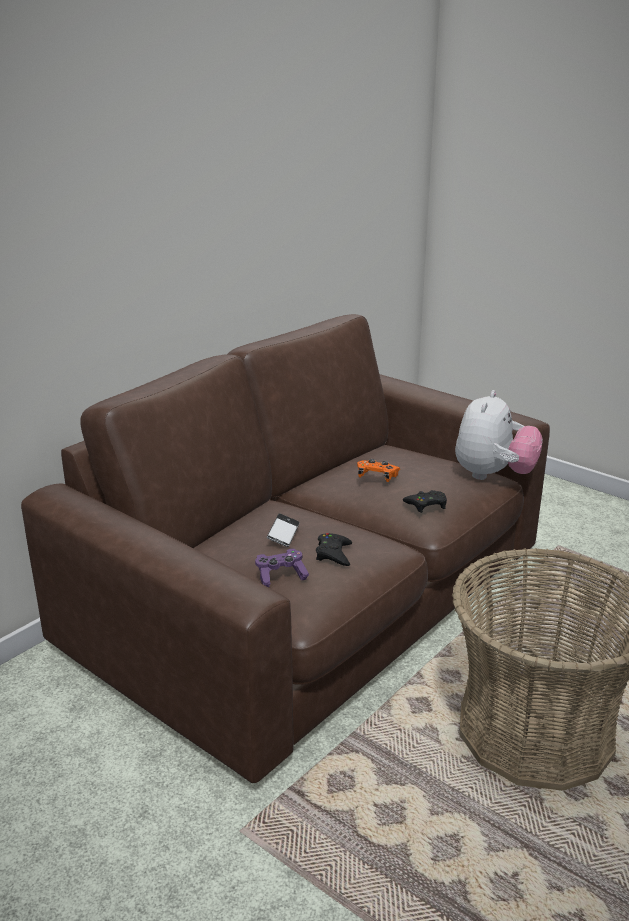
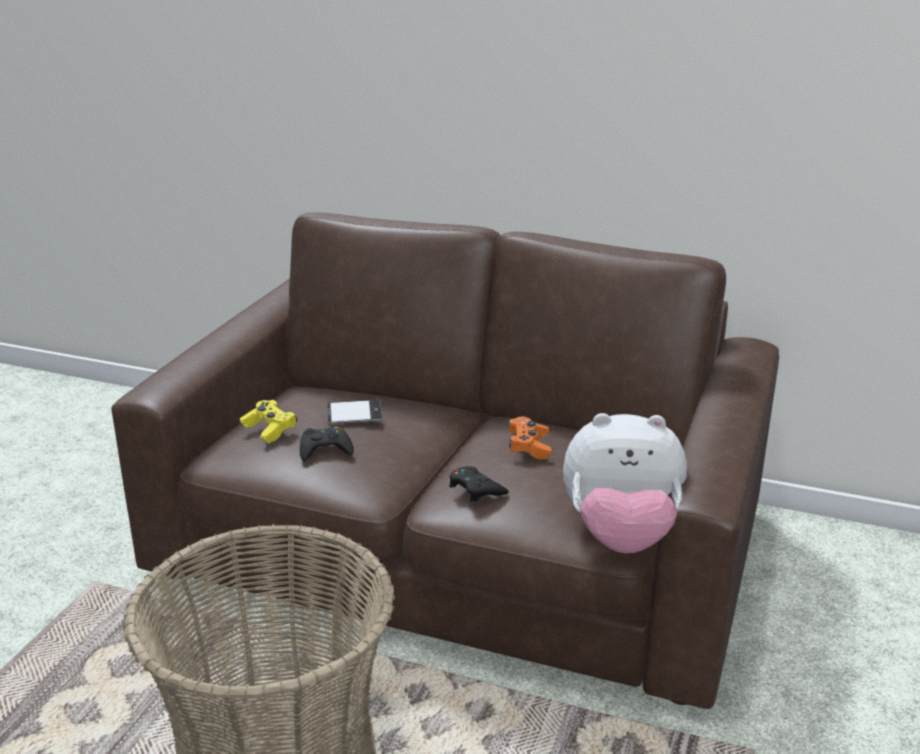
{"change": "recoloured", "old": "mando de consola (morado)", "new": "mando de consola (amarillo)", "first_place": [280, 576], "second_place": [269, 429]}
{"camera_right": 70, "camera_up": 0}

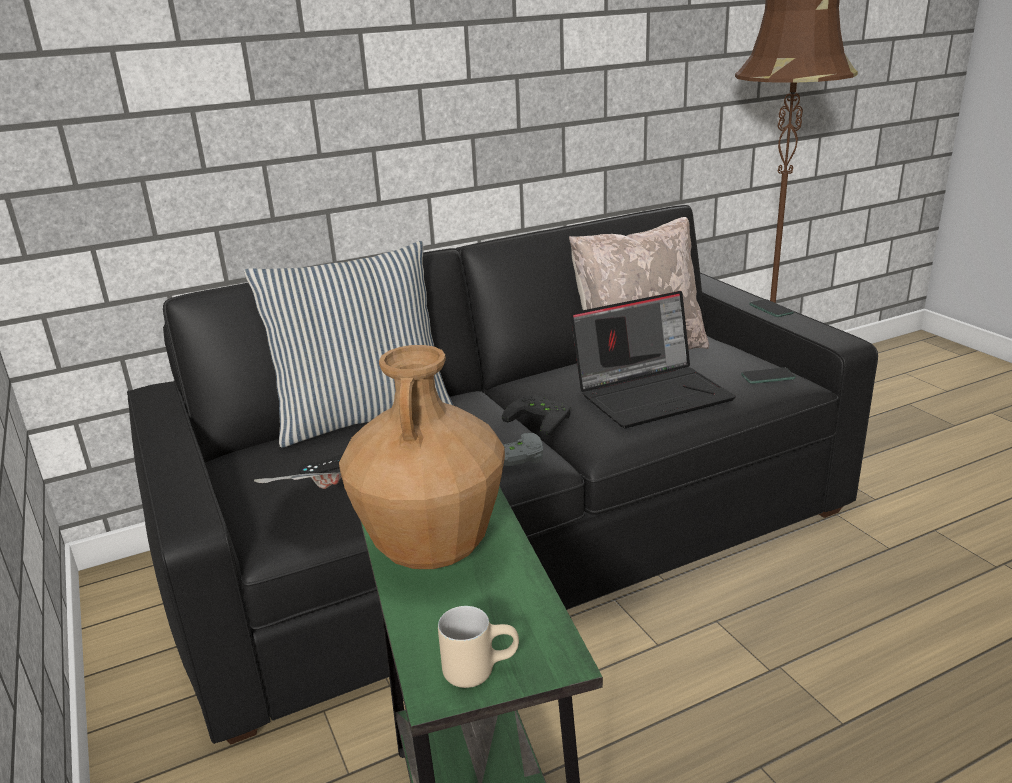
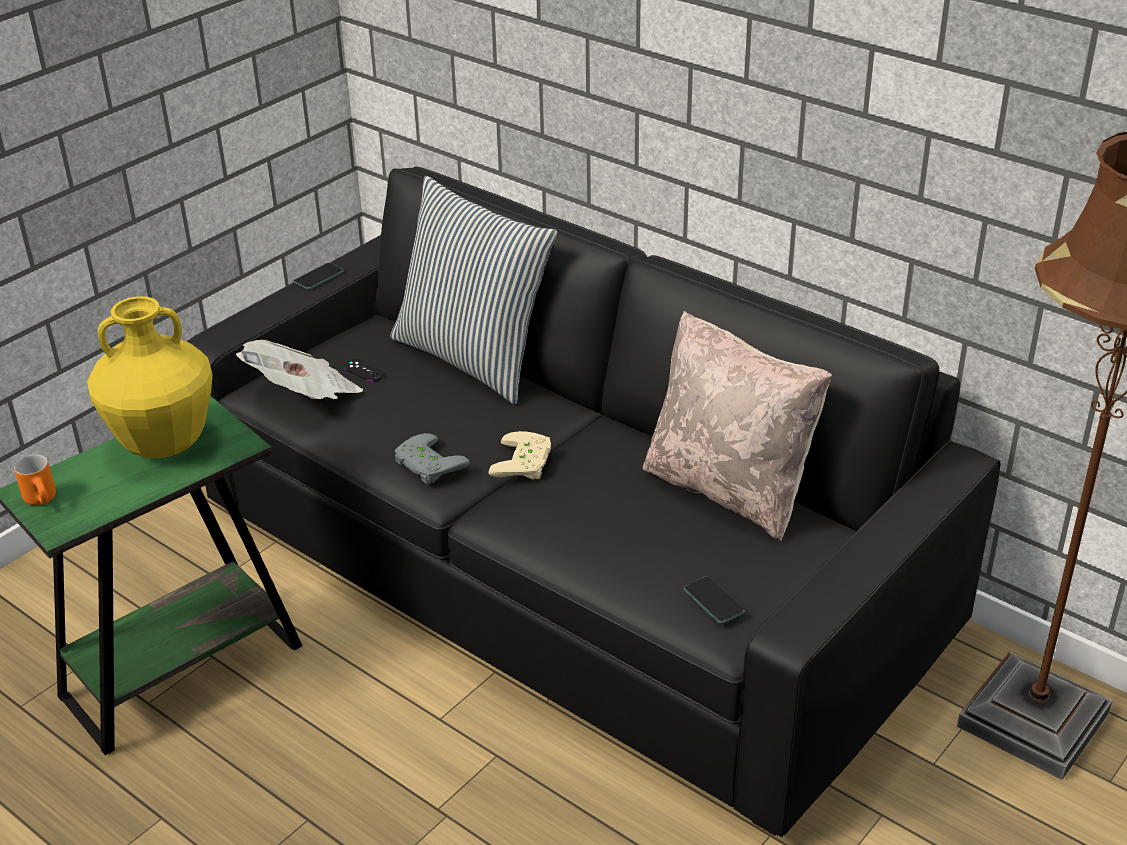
{"change": "recoloured", "old": "taza grande (beis)", "new": "taza grande (naranja)", "first_place": [479, 668], "second_place": [44, 500]}
{"change": "recoloured", "old": "florero (marrón)", "new": "florero (amarillo)", "first_place": [432, 550], "second_place": [165, 444]}
{"change": "moved", "old": "móvil", "first_place": [771, 309], "second_place": [318, 277]}
{"change": "recoloured", "old": "mando de consola (negro)", "new": "mando de consola (beis)", "first_place": [541, 417], "second_place": [526, 462]}
{"change": "removed", "old": "portátil", "first_place": [652, 393]}
{"camera_right": 65, "camera_up": 10}

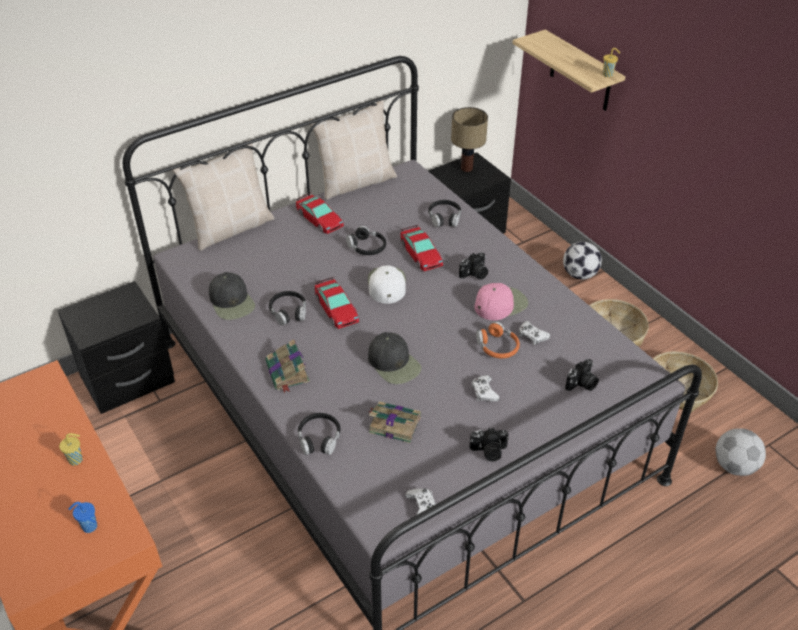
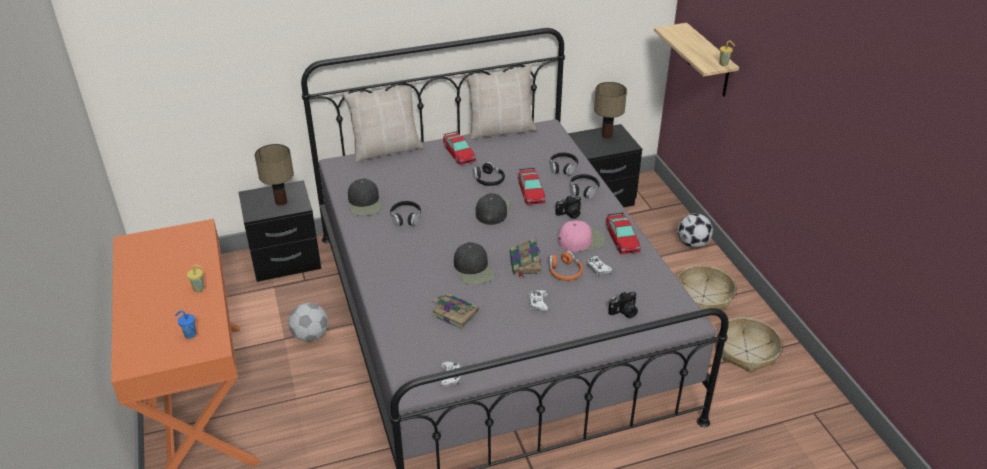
{"change": "added", "new": "lámpara de mesa", "second_place": [281, 201]}
{"change": "moved", "old": "balón de fútbol", "first_place": [735, 466], "second_place": [311, 336]}
{"change": "recoloured", "old": "gorra (blanco)", "new": "gorra (negro)", "first_place": [386, 285], "second_place": [492, 210]}
{"change": "moved", "old": "libro", "first_place": [288, 373], "second_place": [525, 264]}
{"change": "moved", "old": "auriculares (negro)", "first_place": [319, 438], "second_place": [583, 190]}
{"change": "moved", "old": "coche de juguete", "first_place": [336, 309], "second_place": [621, 239]}
{"change": "removed", "old": "cámara", "first_place": [489, 452]}
{"camera_right": 15, "camera_up": -5}

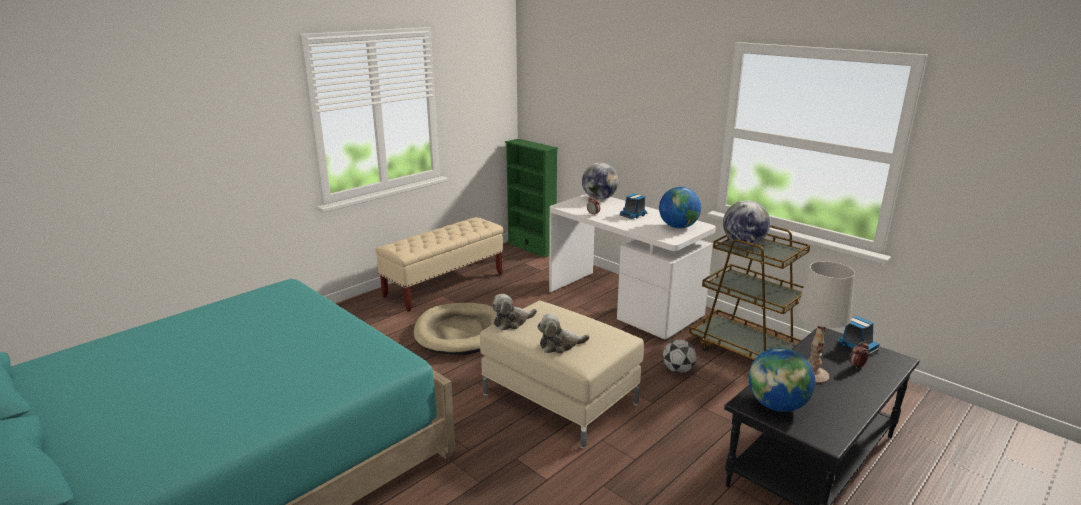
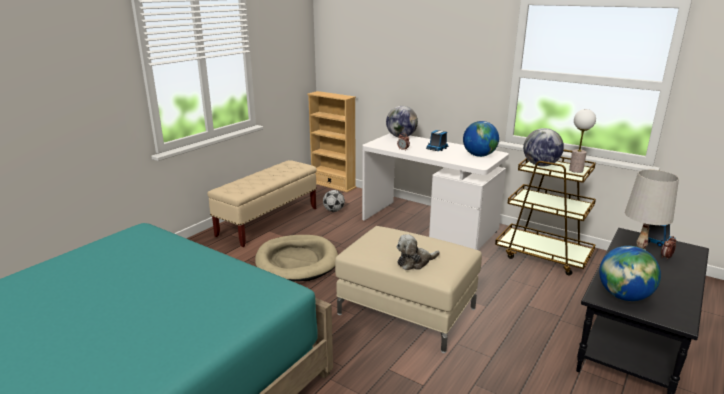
{"change": "recoloured", "old": "estantería (verde)", "new": "estantería (beis)", "first_place": [531, 247], "second_place": [333, 185]}
{"change": "moved", "old": "balón de fútbol", "first_place": [678, 370], "second_place": [334, 210]}
{"change": "added", "new": "lámpara de mesa", "second_place": [576, 170]}
{"change": "removed", "old": "peluche", "first_place": [512, 322]}
{"camera_right": -10, "camera_up": 0}

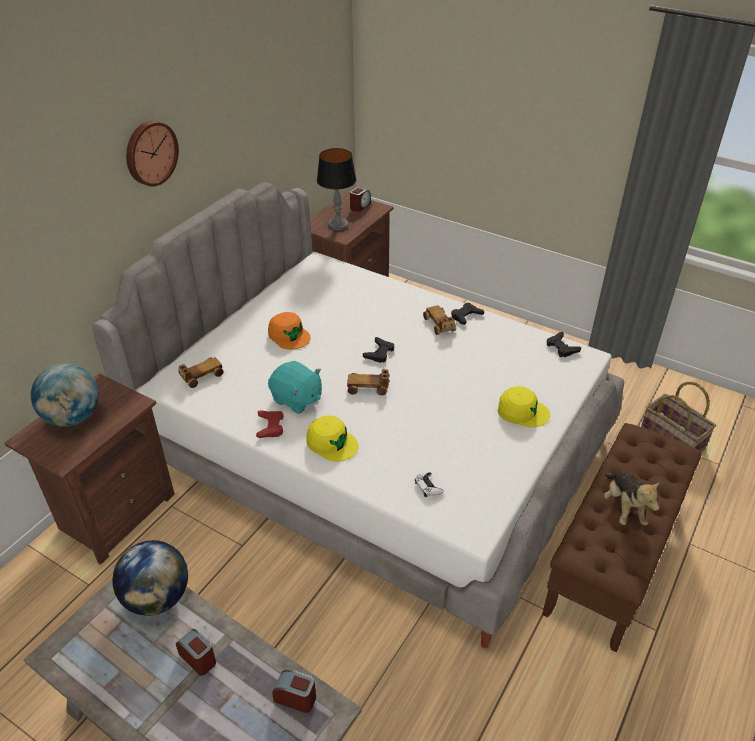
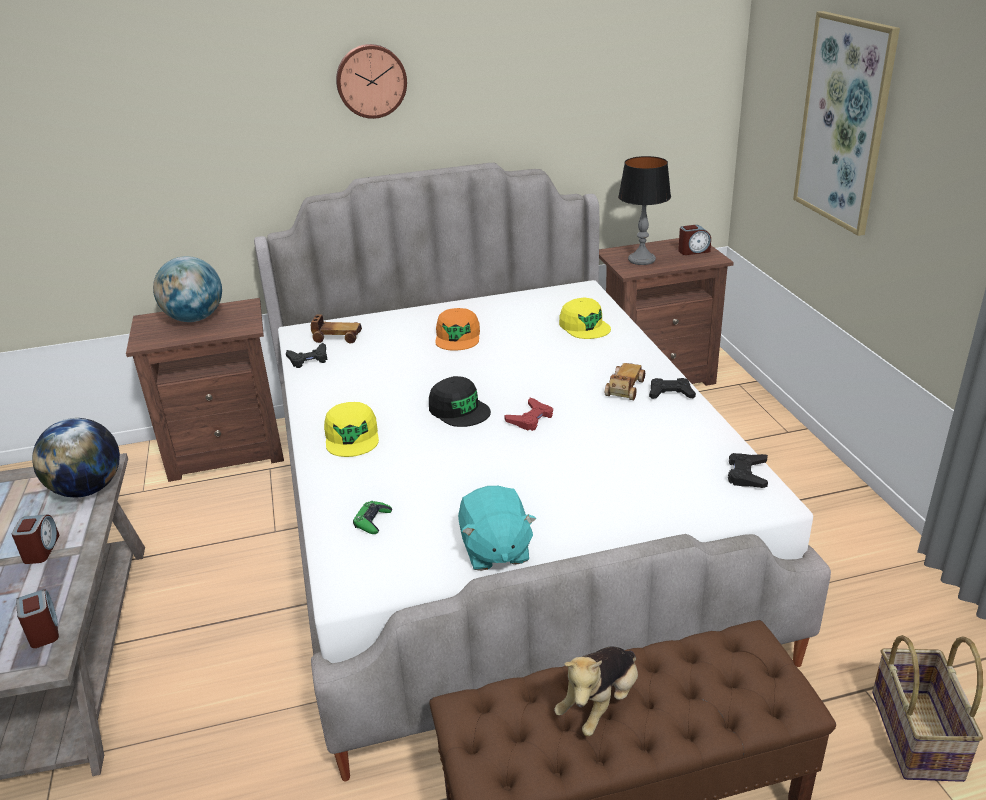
{"change": "moved", "old": "mando de consola (negro)", "first_place": [379, 353], "second_place": [308, 359]}
{"change": "recoloured", "old": "mando de consola (blanco)", "new": "mando de consola (verde)", "first_place": [428, 487], "second_place": [372, 521]}
{"change": "replaced", "old": "coche de juguete", "new": "gorra (negro)", "first_place": [368, 387], "second_place": [459, 409]}
{"change": "moved", "old": "peluche (turquesa)", "first_place": [296, 399], "second_place": [495, 550]}
{"change": "moved", "old": "mando de consola (rojo)", "first_place": [270, 426], "second_place": [530, 419]}
{"change": "moved", "old": "gorra (amarillo)", "first_place": [522, 411], "second_place": [584, 326]}
{"change": "added", "new": "cuadro", "second_place": [844, 122]}
{"camera_right": 45, "camera_up": -10}

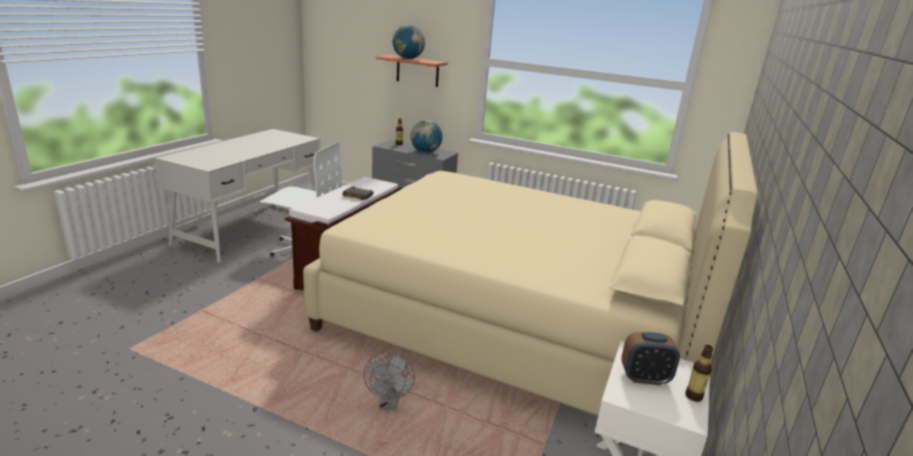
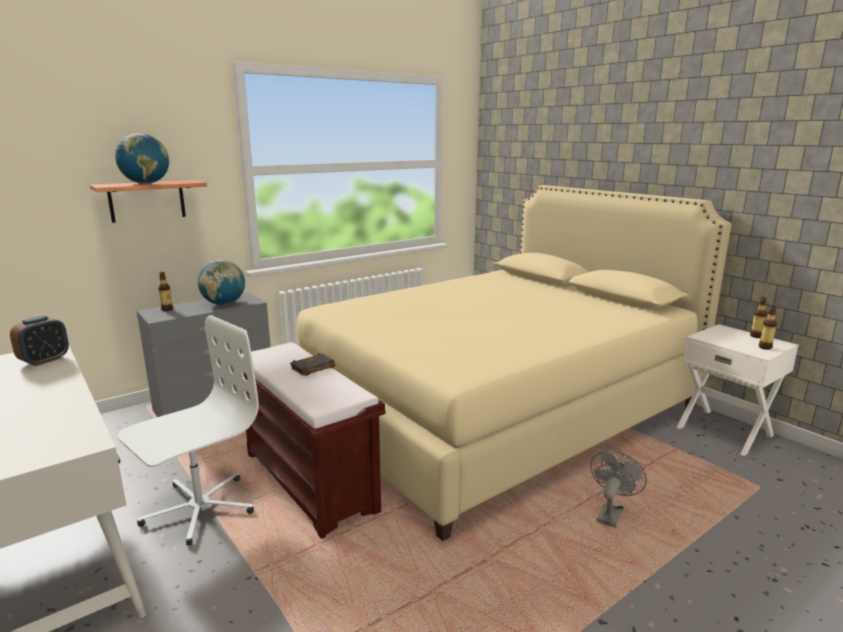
{"change": "moved", "old": "despertador", "first_place": [644, 378], "second_place": [44, 360]}
{"change": "turned", "old": "ventilador (gris)", "first_place": [389, 404], "second_place": [611, 513], "degrees": -90}
{"change": "added", "new": "botella", "second_place": [765, 347]}
{"camera_right": -60, "camera_up": -5}

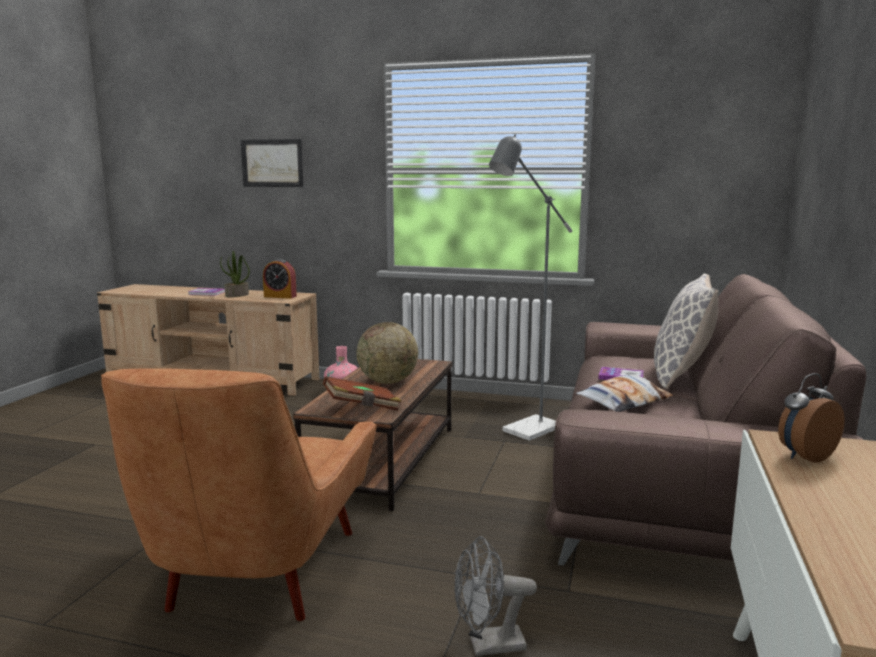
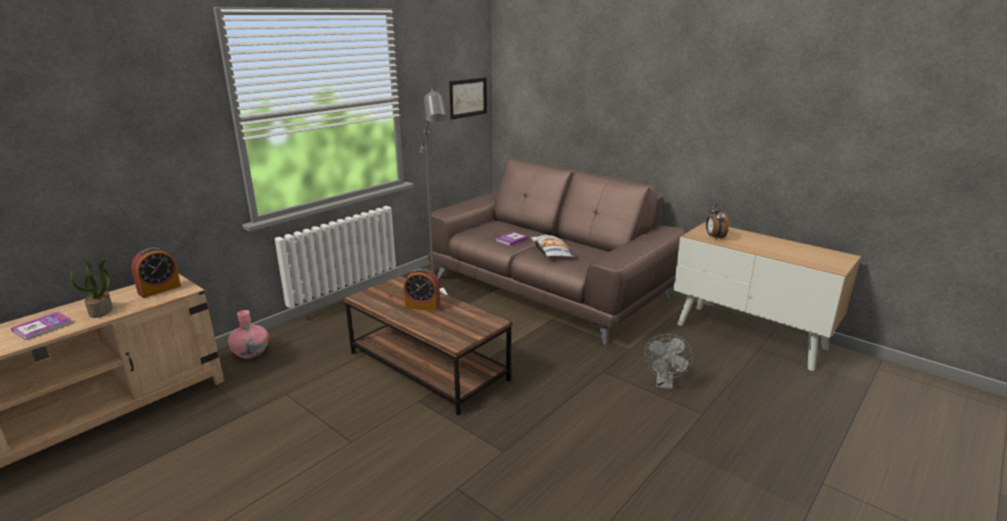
{"change": "replaced", "old": "globo terráqueo", "new": "despertador", "first_place": [388, 382], "second_place": [422, 306]}
{"change": "moved", "old": "cuadro", "first_place": [272, 163], "second_place": [468, 97]}
{"change": "removed", "old": "sillón (marrón)", "first_place": [255, 580]}
{"change": "removed", "old": "libro (marrón)", "first_place": [362, 408]}
{"change": "removed", "old": "cojín", "first_place": [680, 376]}
{"camera_right": -65, "camera_up": 10}

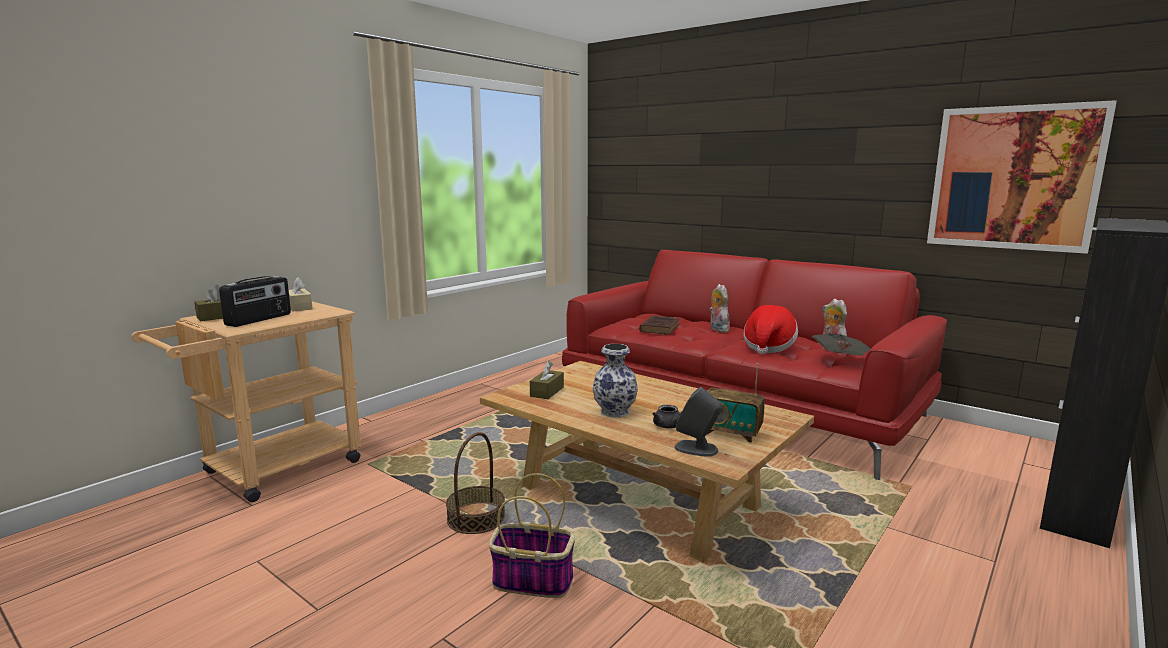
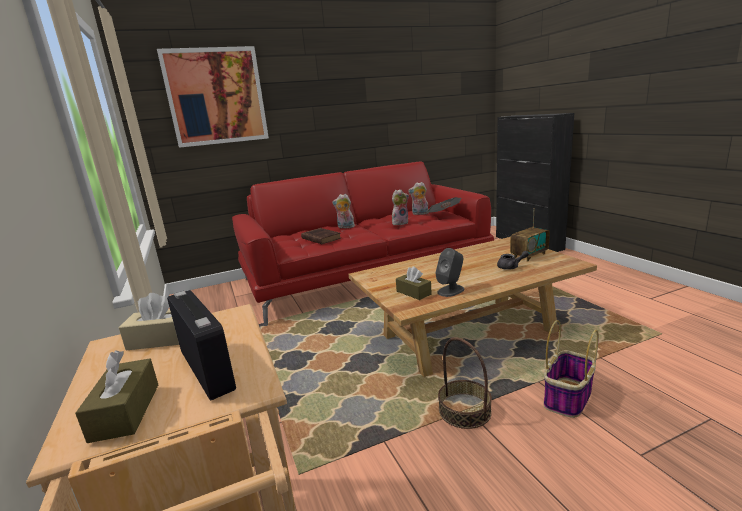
{"change": "moved", "old": "cuadro", "first_place": [1013, 178], "second_place": [216, 97]}
{"change": "replaced", "old": "sombrero", "new": "peluche", "first_place": [768, 347], "second_place": [400, 223]}
{"change": "moved", "old": "altavoz (gris)", "first_place": [697, 449], "second_place": [451, 290]}
{"change": "removed", "old": "florero", "first_place": [615, 411]}
{"camera_right": -60, "camera_up": 5}

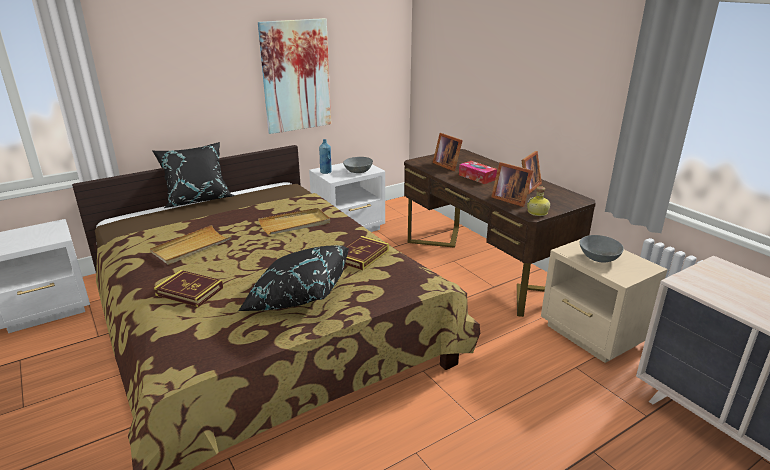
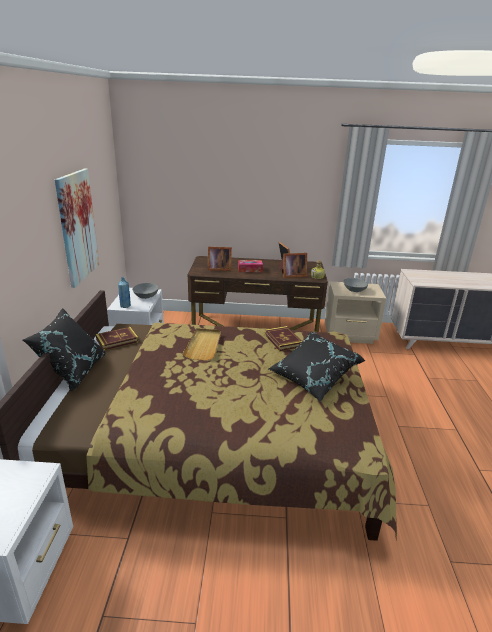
{"change": "moved", "old": "libro", "first_place": [189, 291], "second_place": [117, 340]}
{"change": "removed", "old": "bandeja (beis)", "first_place": [191, 247]}
{"camera_right": -55, "camera_up": 0}

